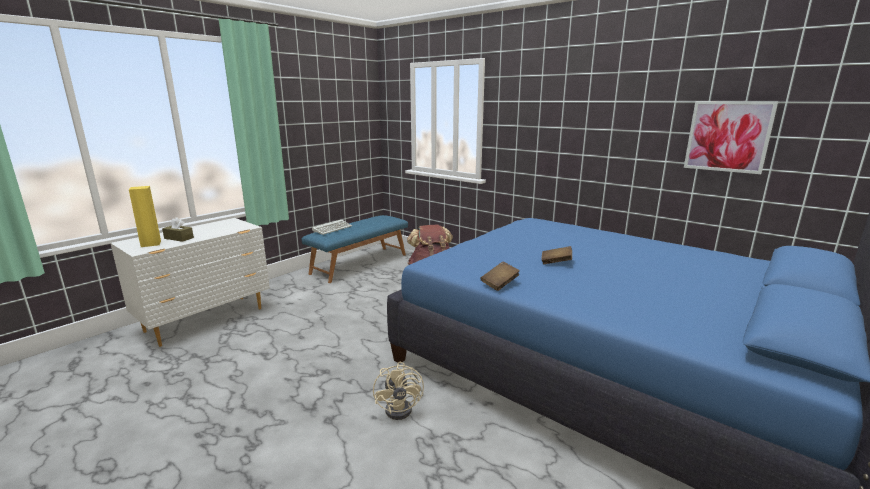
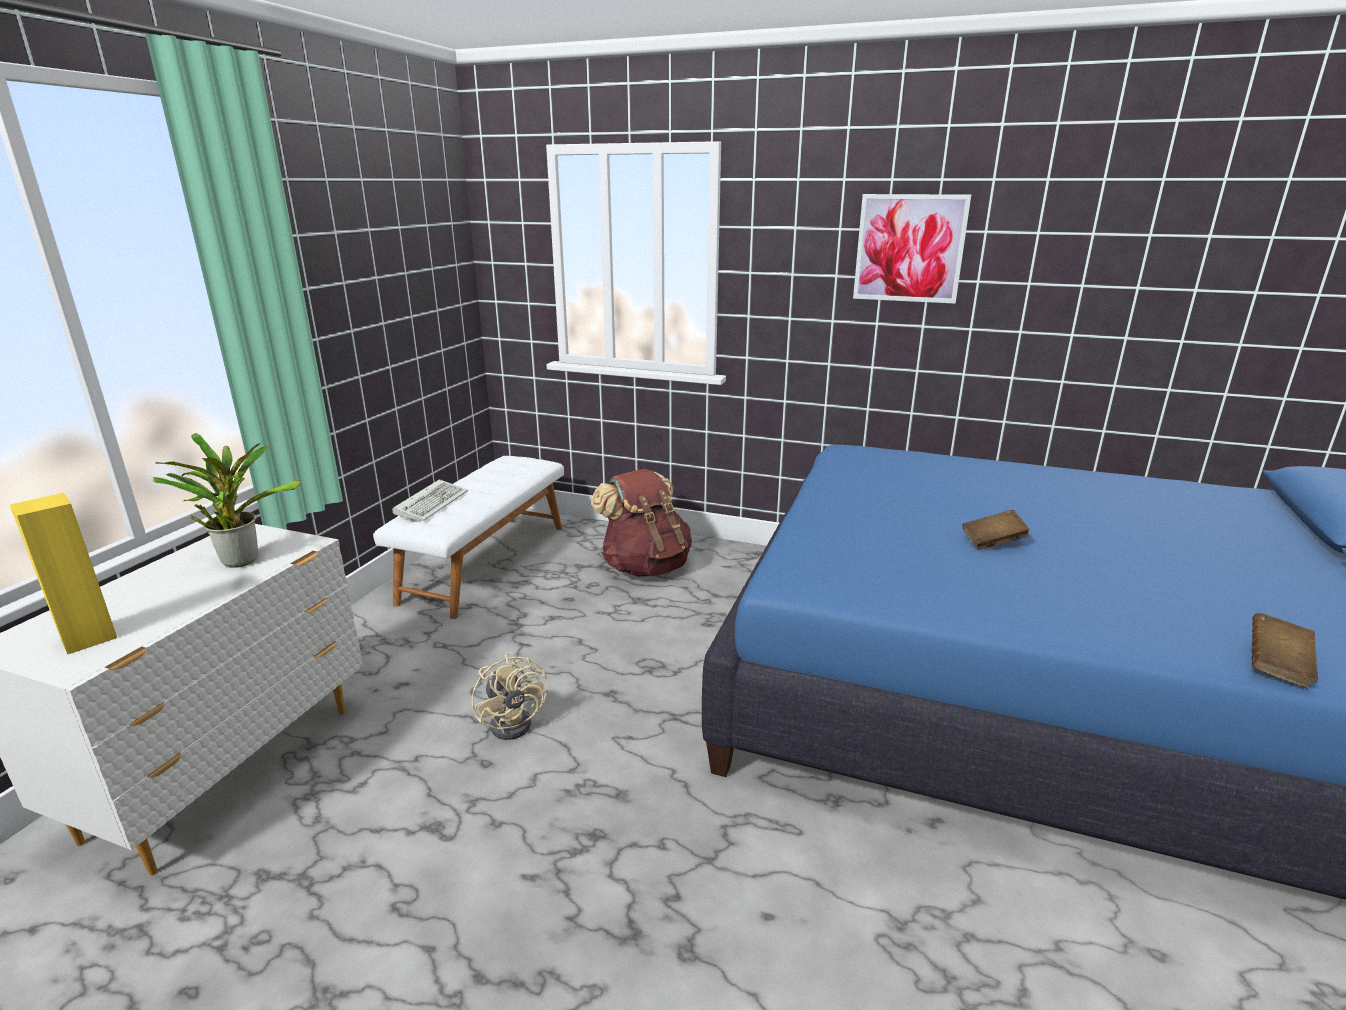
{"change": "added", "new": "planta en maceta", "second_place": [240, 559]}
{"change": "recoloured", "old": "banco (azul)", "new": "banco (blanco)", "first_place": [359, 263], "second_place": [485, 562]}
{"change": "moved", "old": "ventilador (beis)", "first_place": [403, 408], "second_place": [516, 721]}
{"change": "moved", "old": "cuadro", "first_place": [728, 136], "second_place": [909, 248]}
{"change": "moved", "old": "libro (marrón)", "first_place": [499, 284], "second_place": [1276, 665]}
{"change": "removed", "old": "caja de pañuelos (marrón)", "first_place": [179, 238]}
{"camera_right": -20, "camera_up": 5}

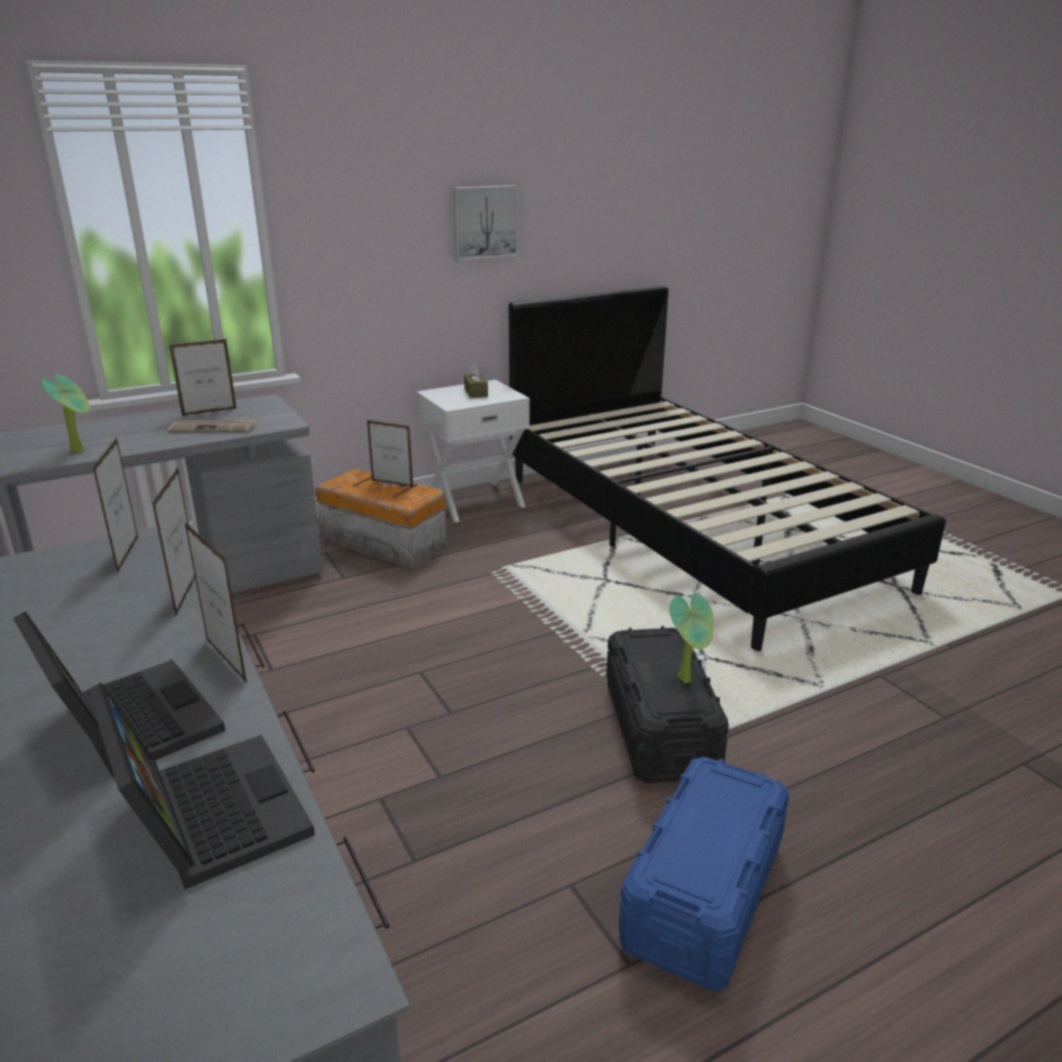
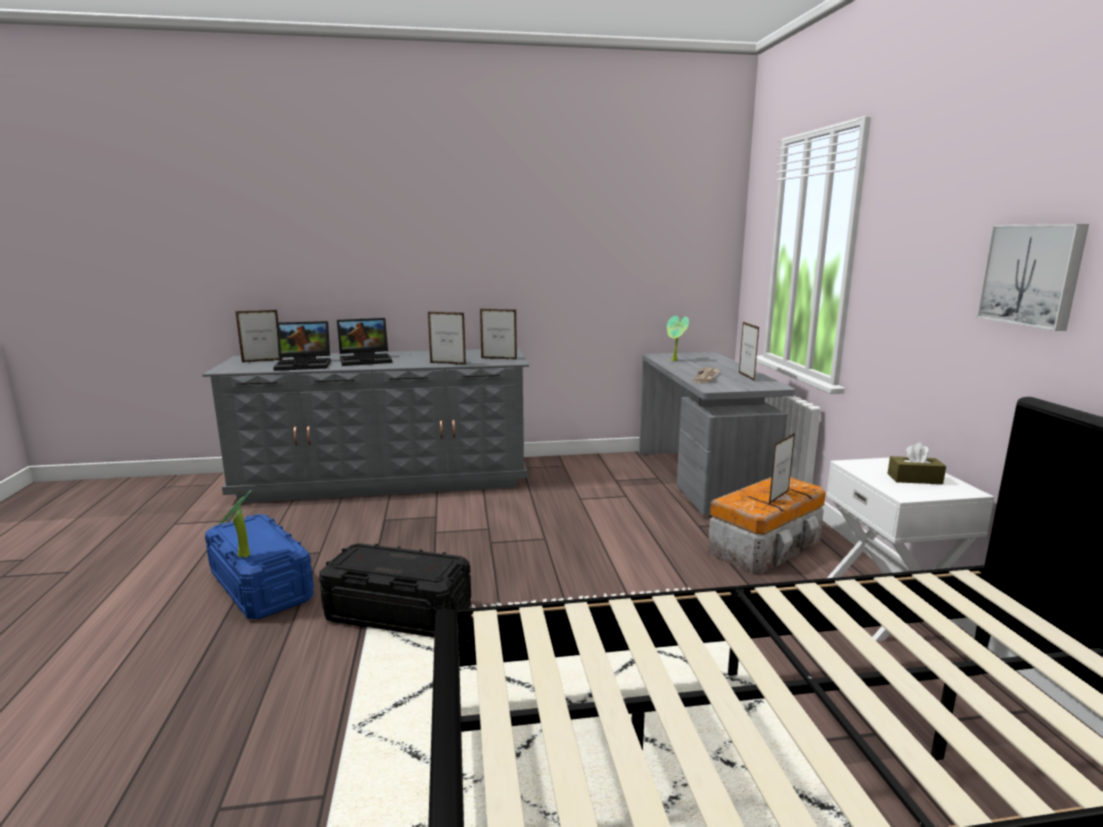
{"change": "moved", "old": "planta en maceta", "first_place": [688, 679], "second_place": [241, 557]}
{"change": "moved", "old": "portarretratos", "first_place": [226, 661], "second_place": [262, 361]}
{"camera_right": 110, "camera_up": -10}

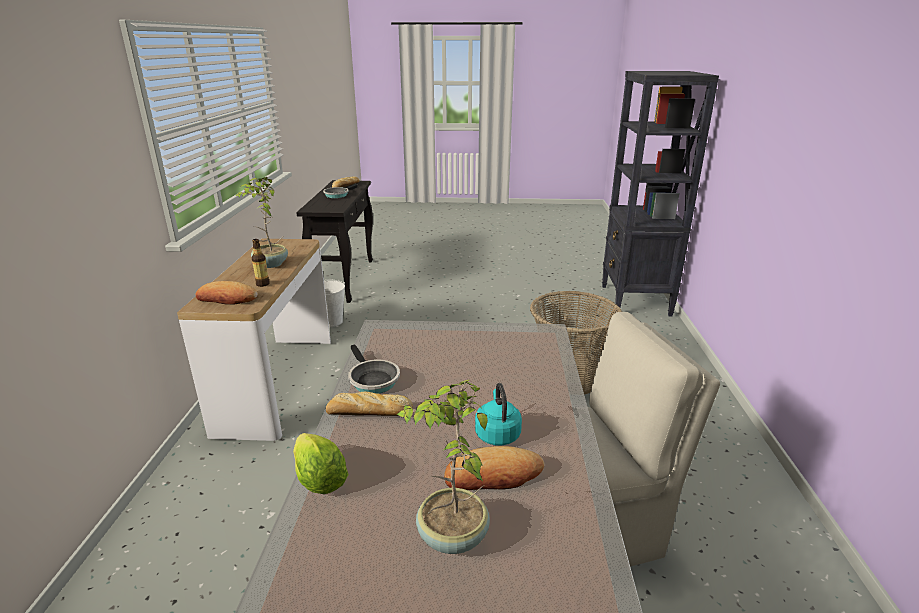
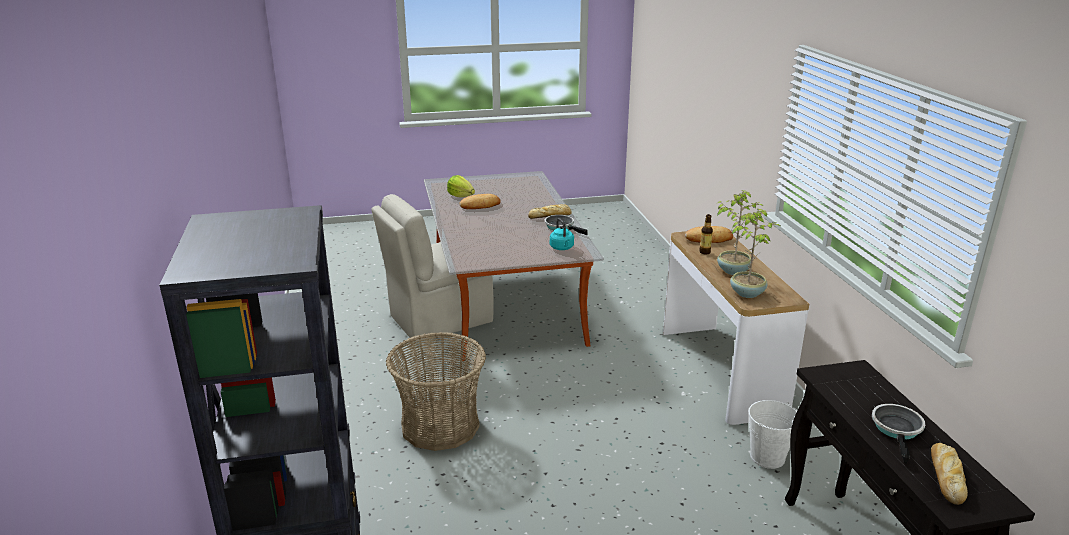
{"change": "moved", "old": "lechuga", "first_place": [319, 479], "second_place": [461, 196]}
{"change": "moved", "old": "hervidor (turquesa)", "first_place": [497, 433], "second_place": [562, 248]}
{"change": "moved", "old": "planta en maceta", "first_place": [451, 537], "second_place": [747, 293]}
{"camera_right": 165, "camera_up": 0}

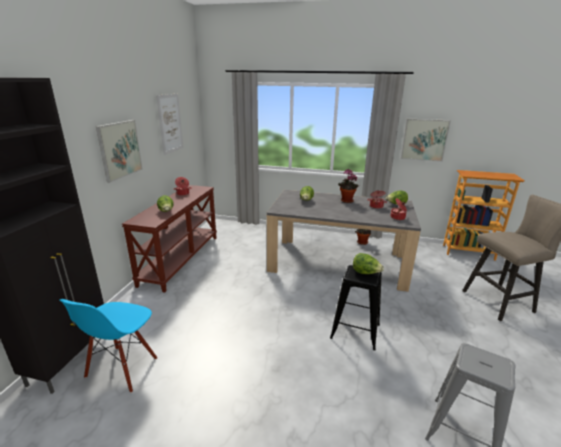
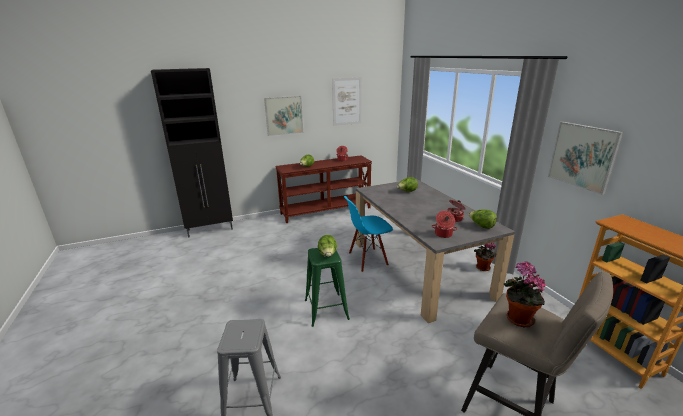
{"change": "recoloured", "old": "taburete (negro)", "new": "taburete (verde)", "first_place": [355, 331], "second_place": [326, 309]}
{"change": "moved", "old": "silla (azul)", "first_place": [122, 368], "second_place": [367, 260]}
{"change": "moved", "old": "planta en maceta", "first_place": [346, 201], "second_place": [517, 319]}
{"camera_right": 55, "camera_up": 0}

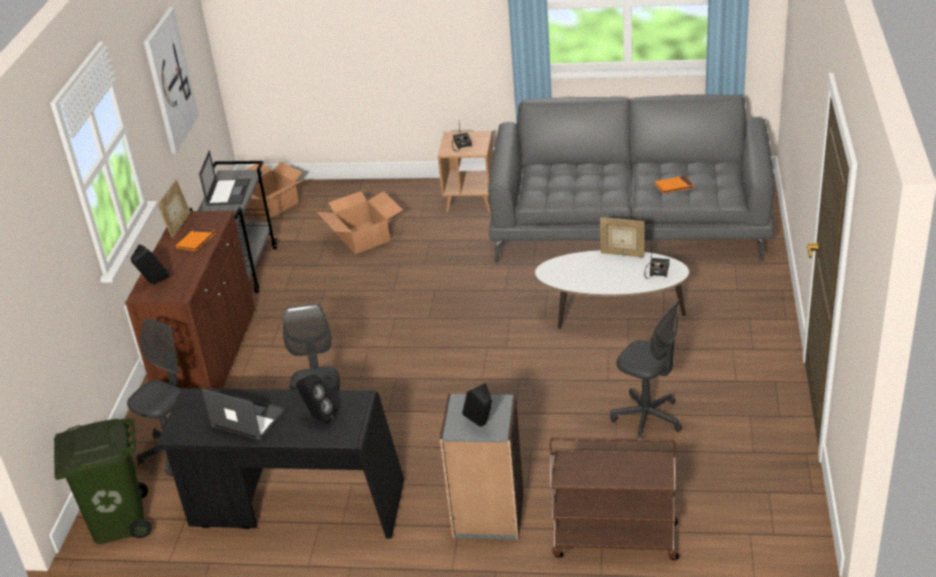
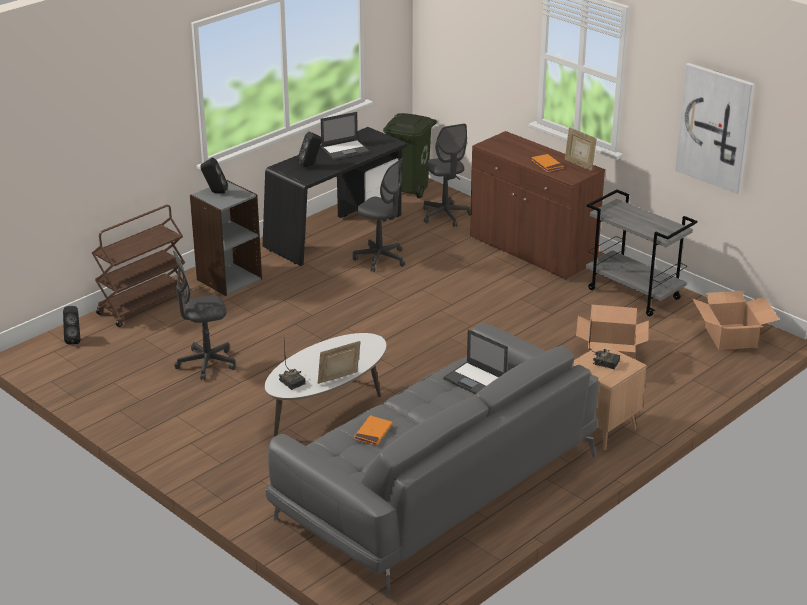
{"change": "moved", "old": "altavoz (negro)", "first_place": [154, 283], "second_place": [74, 339]}
{"change": "moved", "old": "portátil", "first_place": [228, 192], "second_place": [475, 380]}
{"camera_right": 125, "camera_up": -5}

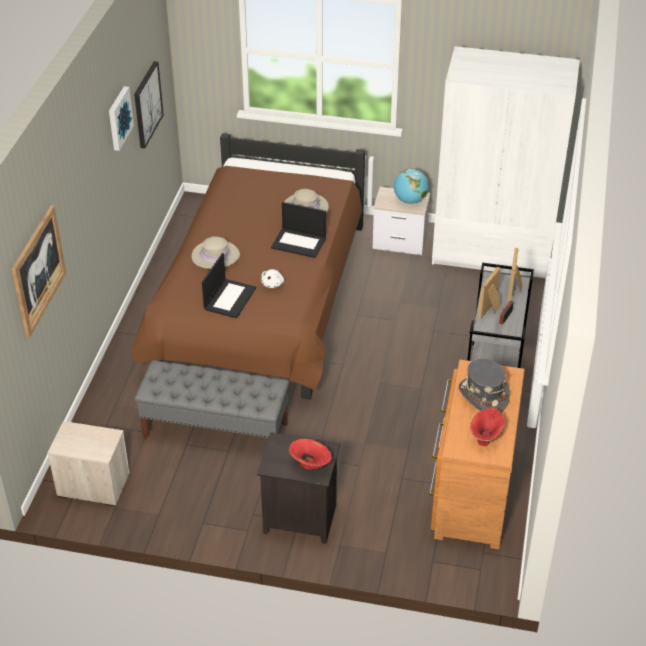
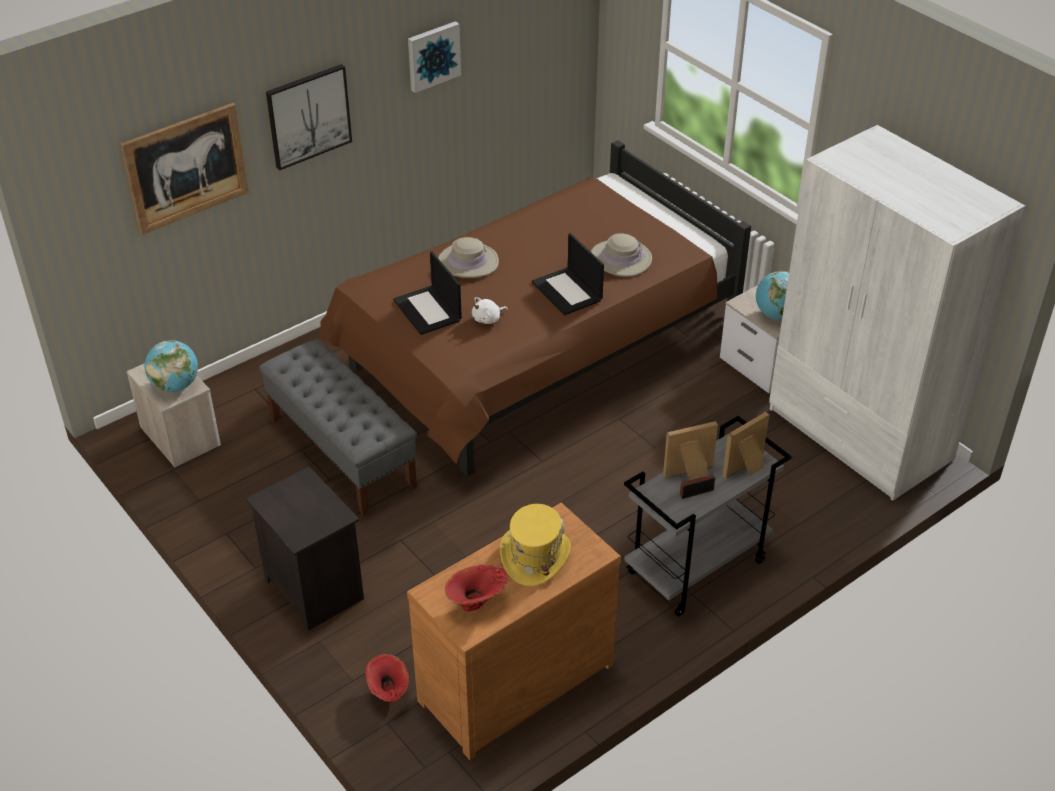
{"change": "added", "new": "globo terráqueo", "second_place": [175, 385]}
{"change": "moved", "old": "cuadro", "first_place": [147, 104], "second_place": [308, 116]}
{"change": "moved", "old": "florero (rojo)", "first_place": [310, 467], "second_place": [388, 694]}
{"change": "turned", "old": "portátil", "first_place": [229, 298], "second_place": [428, 310], "degrees": 90}
{"change": "recoloured", "old": "sombrero (gris)", "new": "sombrero (amarillo)", "first_place": [483, 395], "second_place": [535, 556]}
{"camera_right": 40, "camera_up": 0}

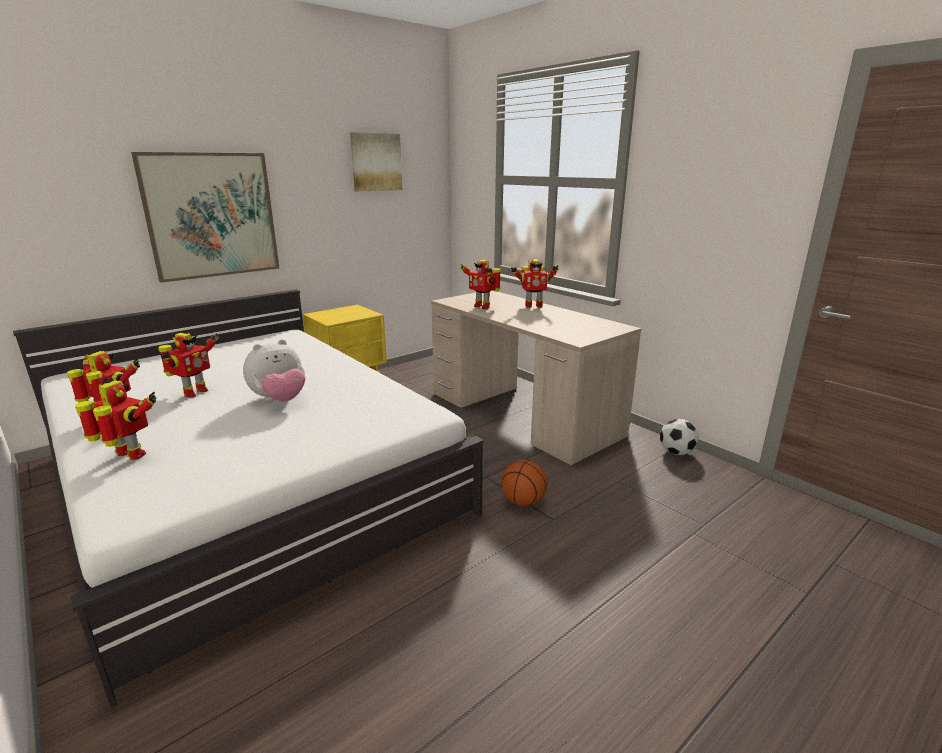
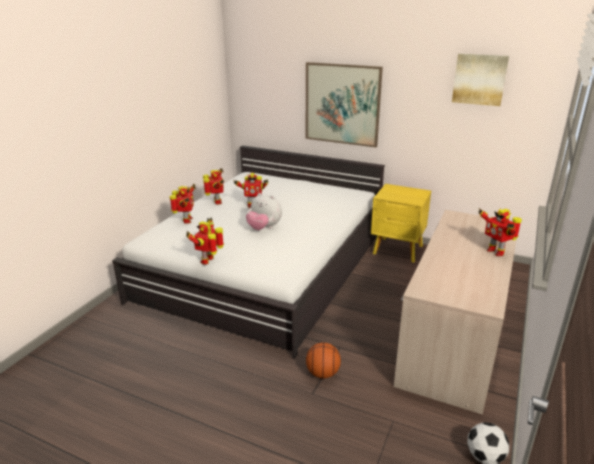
{"change": "moved", "old": "robot de juguete", "first_place": [482, 306], "second_place": [209, 260]}
{"camera_right": 65, "camera_up": 5}

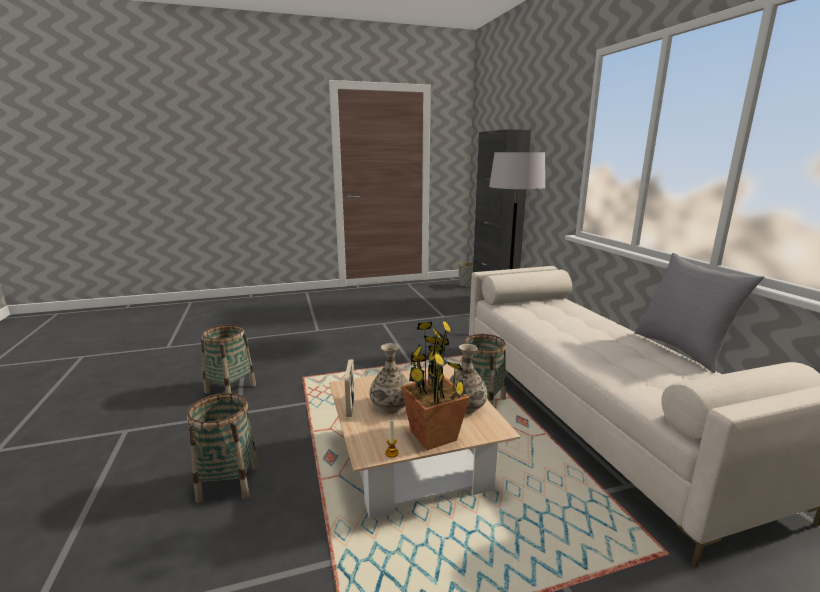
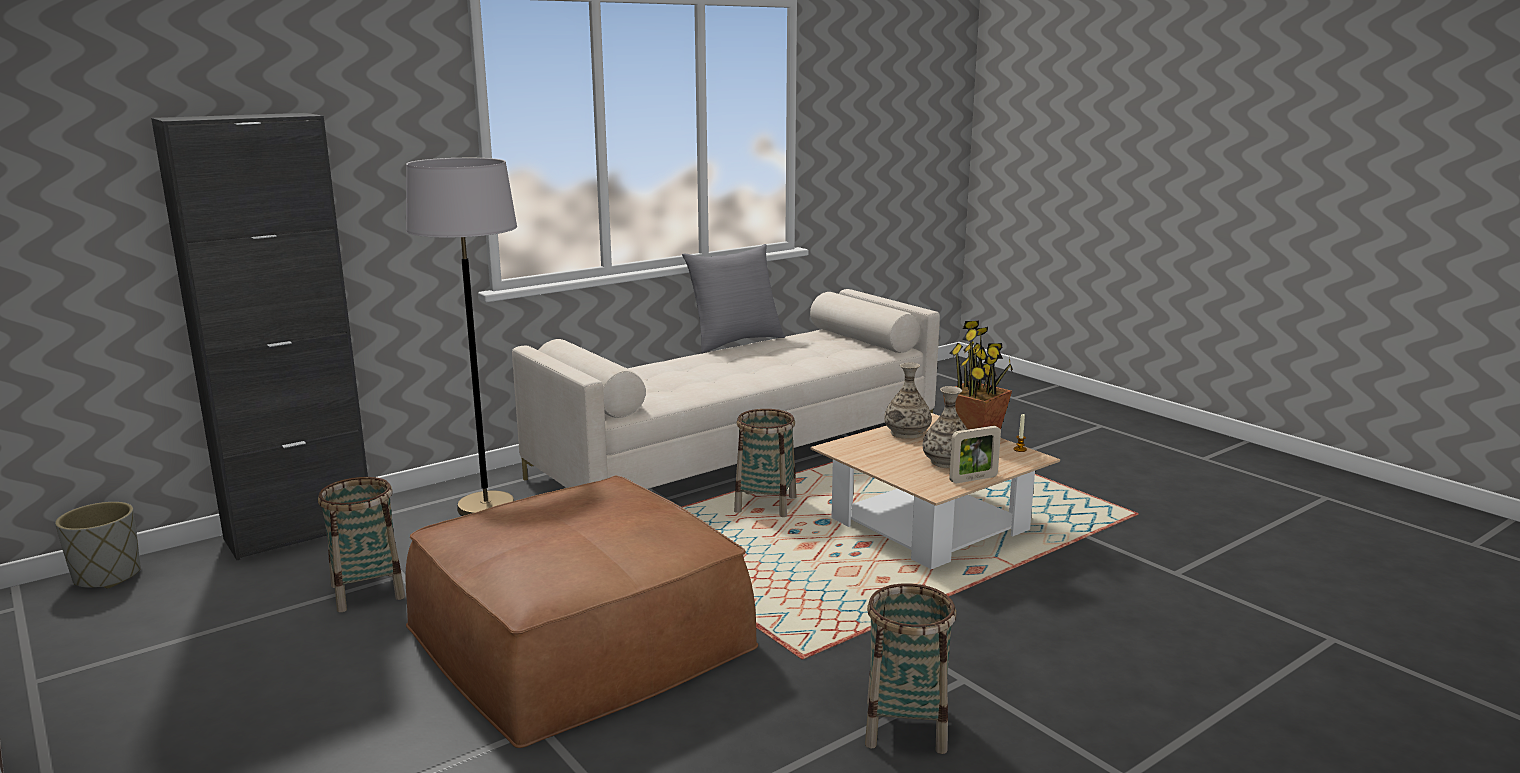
{"change": "moved", "old": "cesta", "first_place": [229, 483], "second_place": [368, 591]}
{"change": "added", "new": "puf (marrón)", "second_place": [580, 635]}
{"camera_right": -110, "camera_up": 0}

